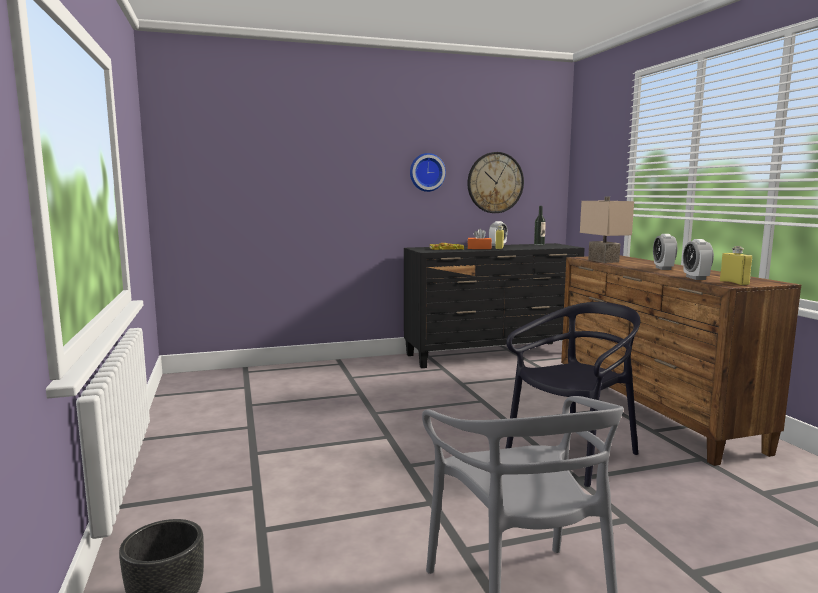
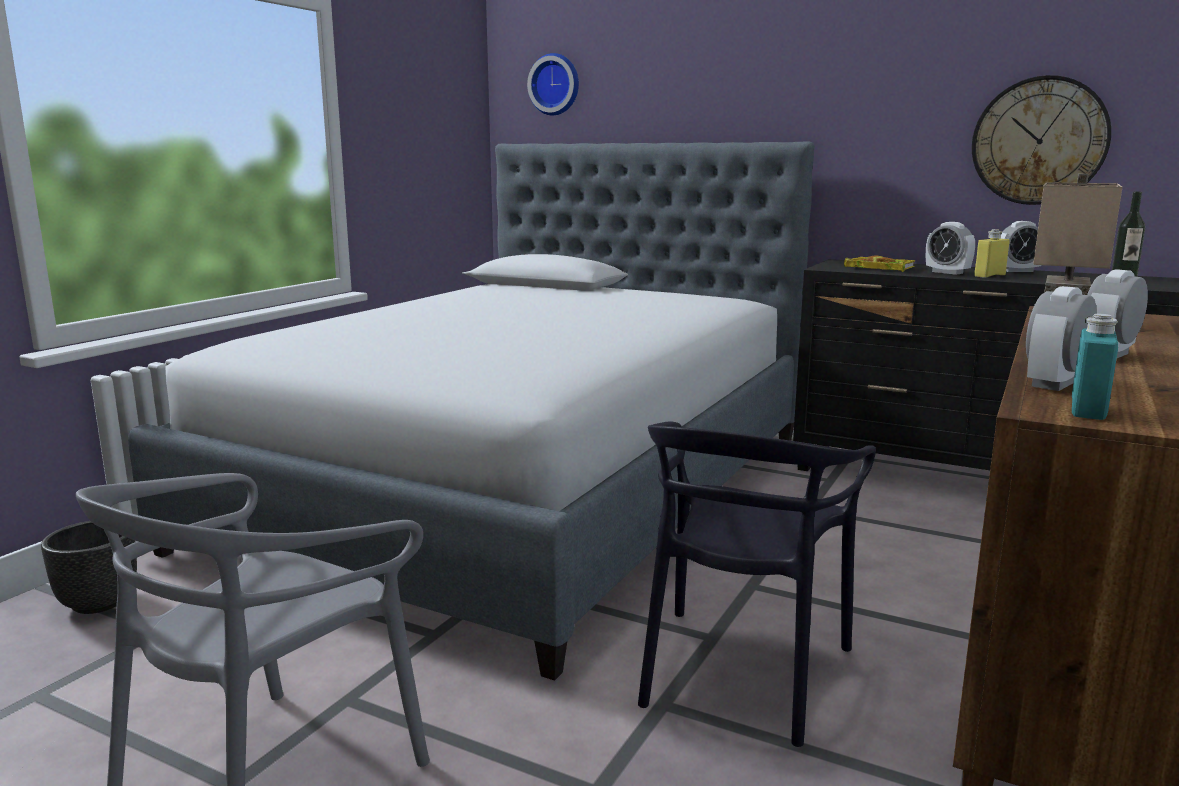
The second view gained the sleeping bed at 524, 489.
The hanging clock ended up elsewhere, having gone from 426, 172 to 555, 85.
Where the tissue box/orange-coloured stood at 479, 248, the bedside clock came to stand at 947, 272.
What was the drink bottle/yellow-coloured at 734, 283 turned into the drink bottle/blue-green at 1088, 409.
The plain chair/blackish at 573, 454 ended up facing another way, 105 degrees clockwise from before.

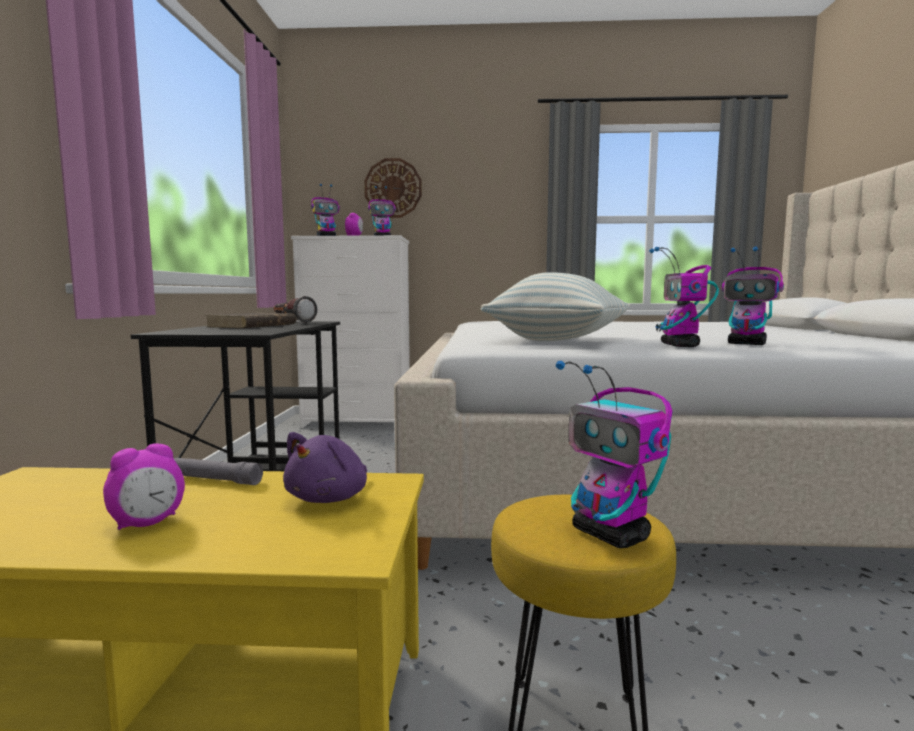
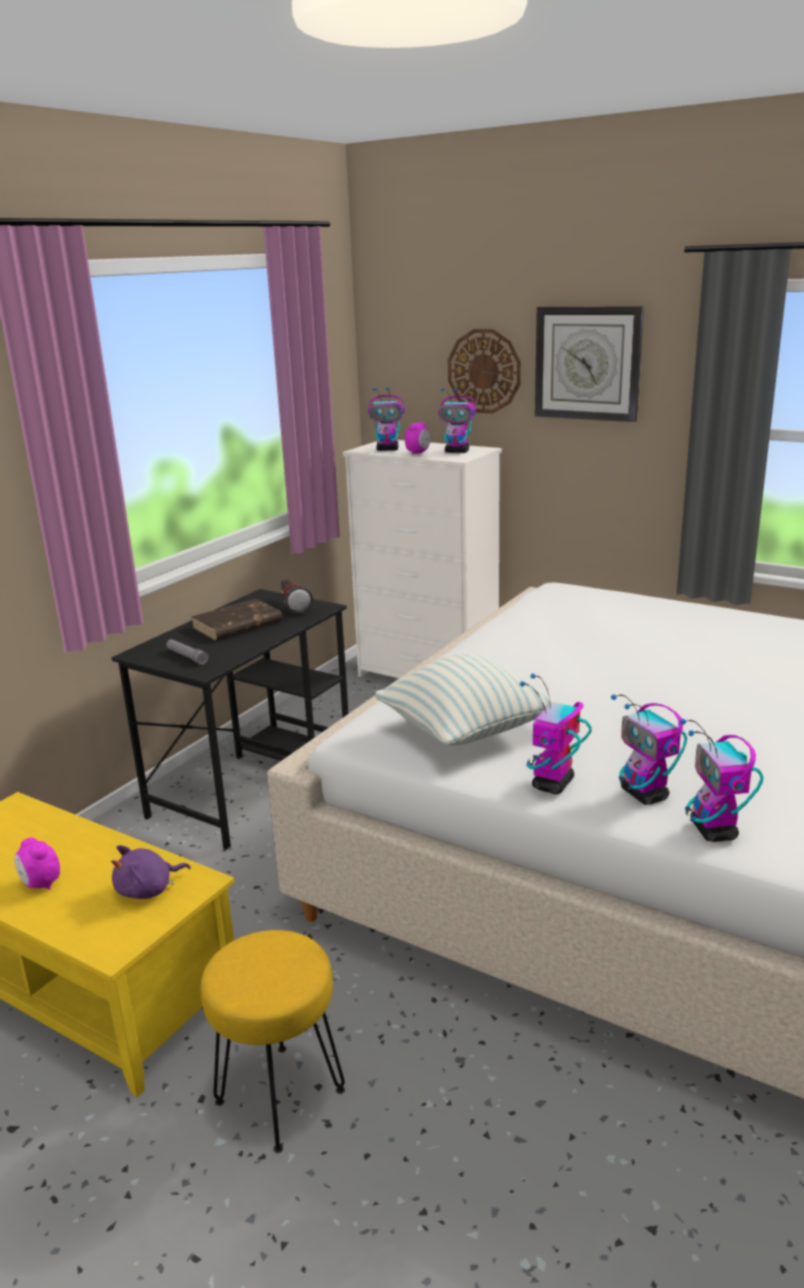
The second view gained the hanging clock at 588, 363.
The torch/grey ended up elsewhere, having gone from 215, 480 to 187, 656.
The robot figure ended up elsewhere, having gone from 612, 535 to 714, 831.
The bedside clock at 148, 523 ended up facing another way, 60 degrees clockwise from before.

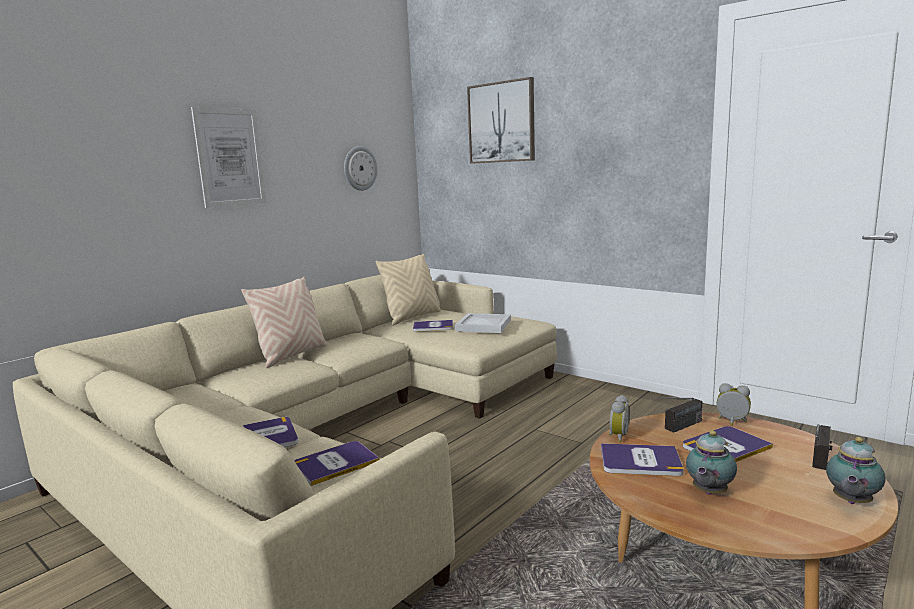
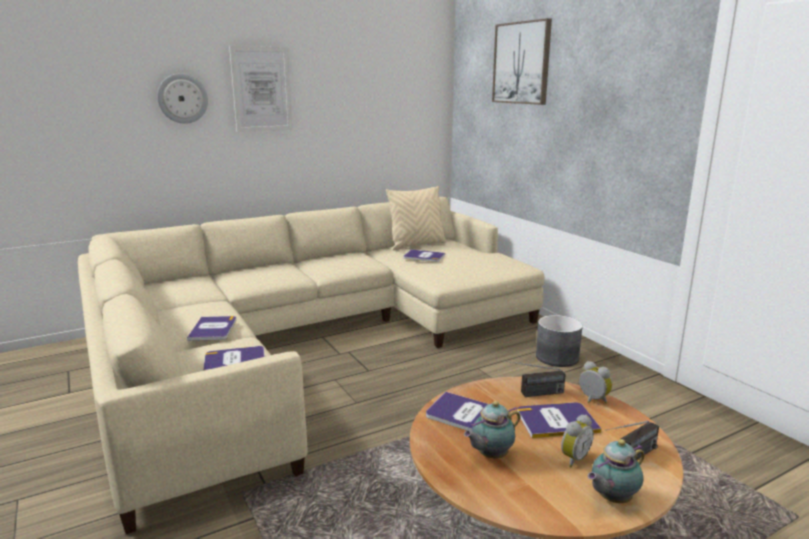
The second view lost the throw pillow/sand-coloured at 292, 355.
The second view lost the serving tray/white at 484, 326.
The second view gained the planter/grey at 557, 357.
The hanging clock ended up elsewhere, having gone from 360, 168 to 182, 98.
The bedside clock ended up elsewhere, having gone from 617, 436 to 573, 458.

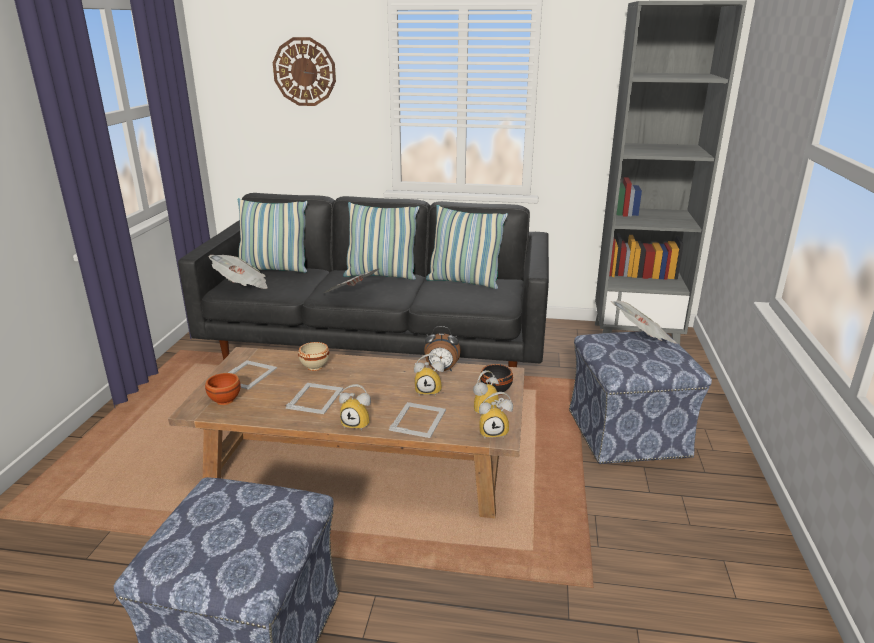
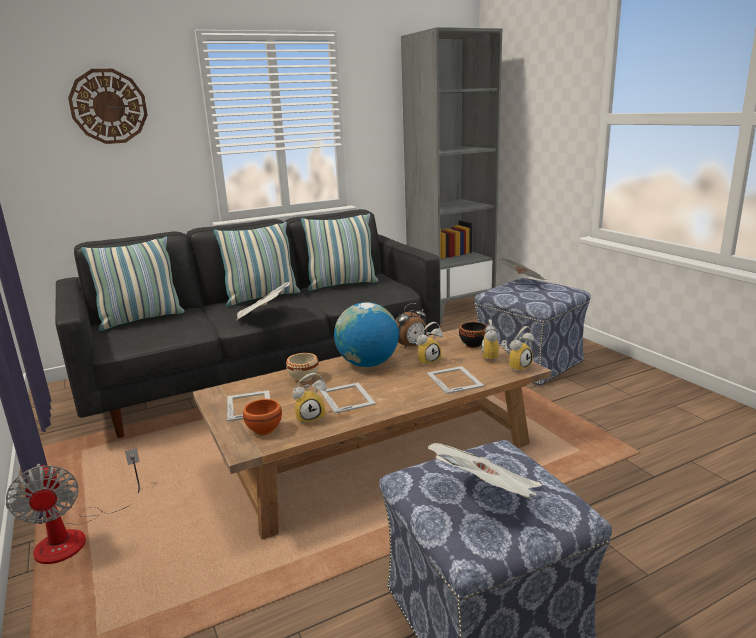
The second view gained the cooling fan at 76, 536.
The second view gained the desk globe at 367, 364.
The newspaper ended up elsewhere, having gone from 242, 285 to 487, 495.
The bedside clock ended up elsewhere, having gone from 358, 423 to 310, 417.

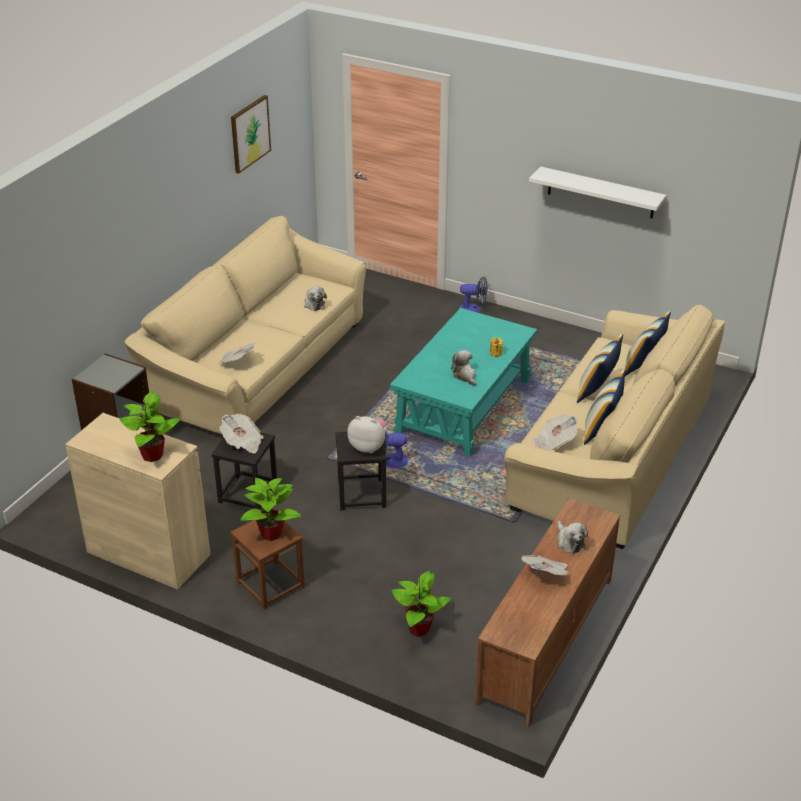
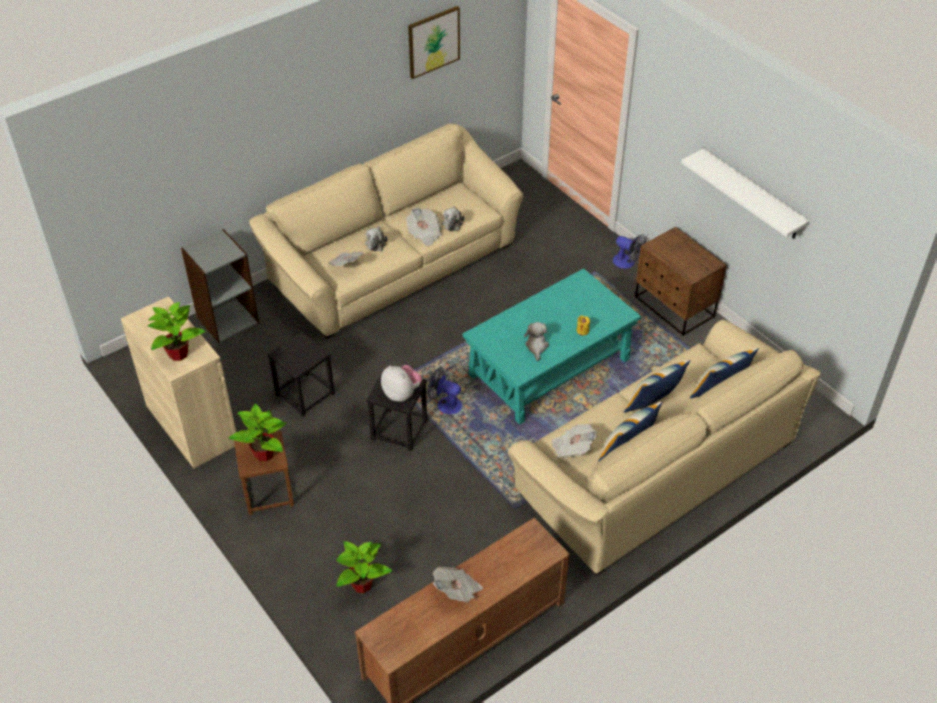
The second view gained the nightstand/brown at 674, 307.
The newspaper ended up elsewhere, having gone from 242, 442 to 424, 234.
The cuddly toy ended up elsewhere, having gone from 569, 542 to 376, 242.

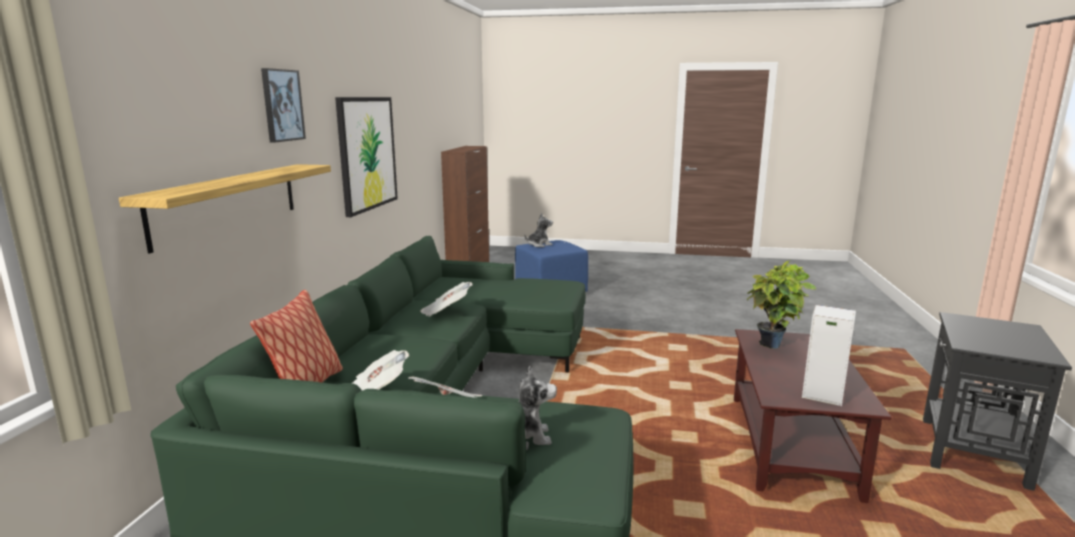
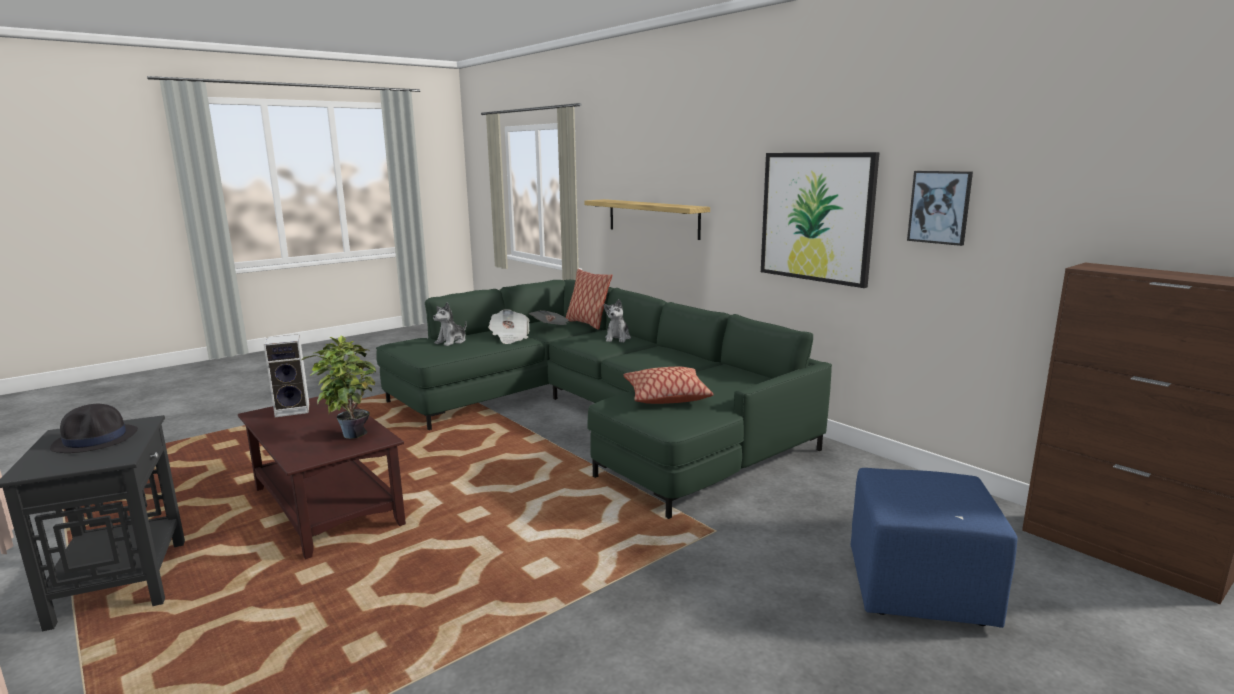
The second view lost the newspaper at 446, 312.
The second view gained the hat/blackish at 96, 440.
The second view gained the throw pillow at 666, 396.
The wall picture ended up elsewhere, having gone from 282, 105 to 940, 207.
The cuddly toy ended up elsewhere, having gone from 539, 245 to 618, 338.

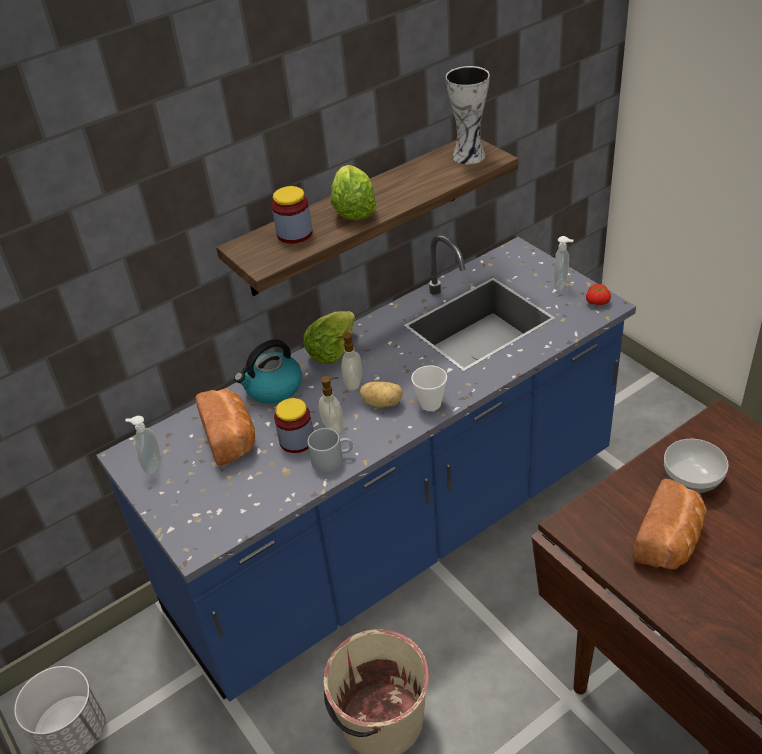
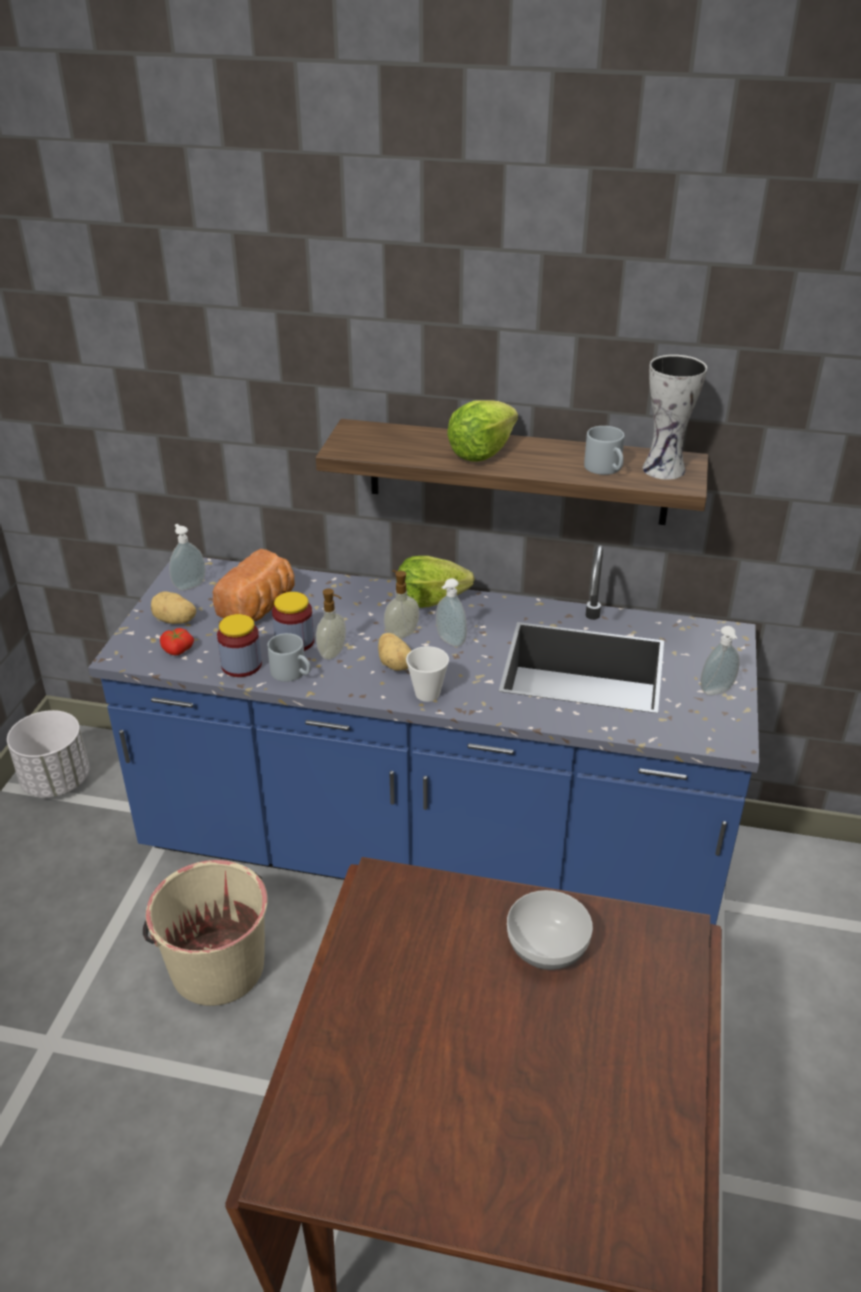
The second view lost the kettle at 273, 388.
The second view lost the bread at 670, 542.
The second view gained the whole potato at 175, 621.
The second view gained the soap dispenser at 449, 642.
The second view gained the mug/grey at 606, 469.
The preserve jar ended up elsewhere, having gone from 294, 233 to 241, 665.
The whole tomato ended up elsewhere, having gone from 598, 302 to 177, 651.

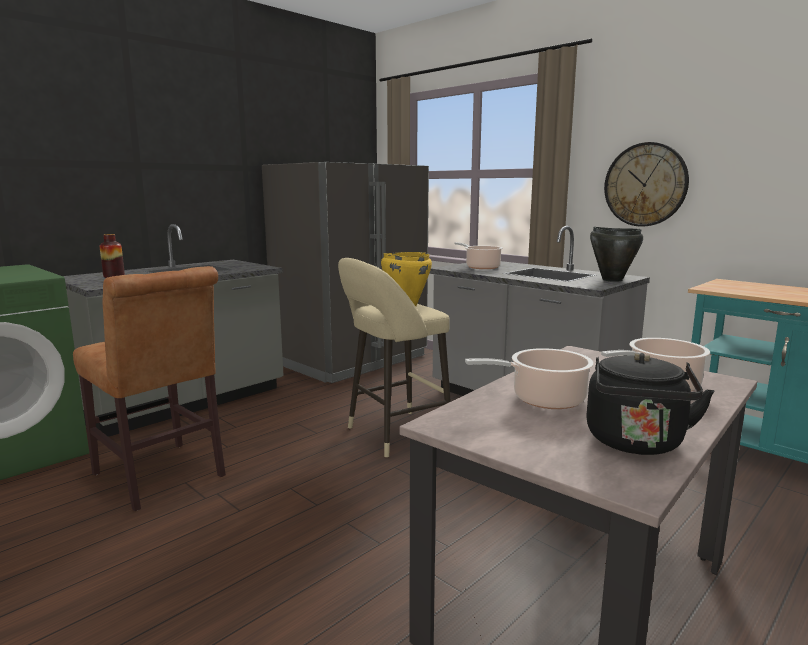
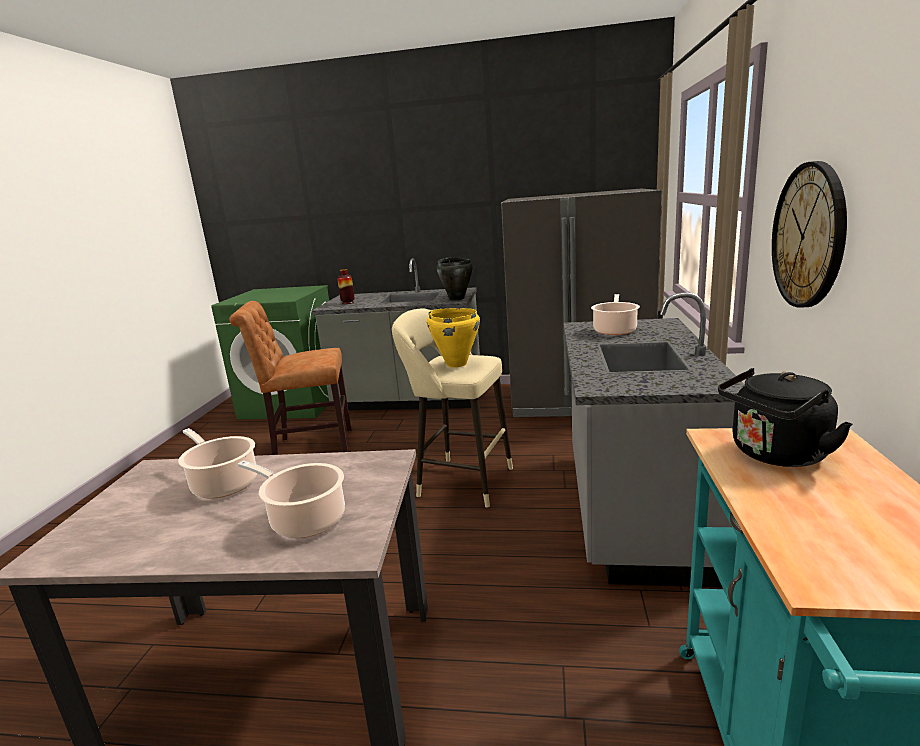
The kettle/blackish ended up elsewhere, having gone from 636, 444 to 775, 455.
The stockpot/blackish ended up elsewhere, having gone from 611, 280 to 457, 298.
The plain chair/brown at 162, 477 ended up facing another way, 75 degrees clockwise from before.

